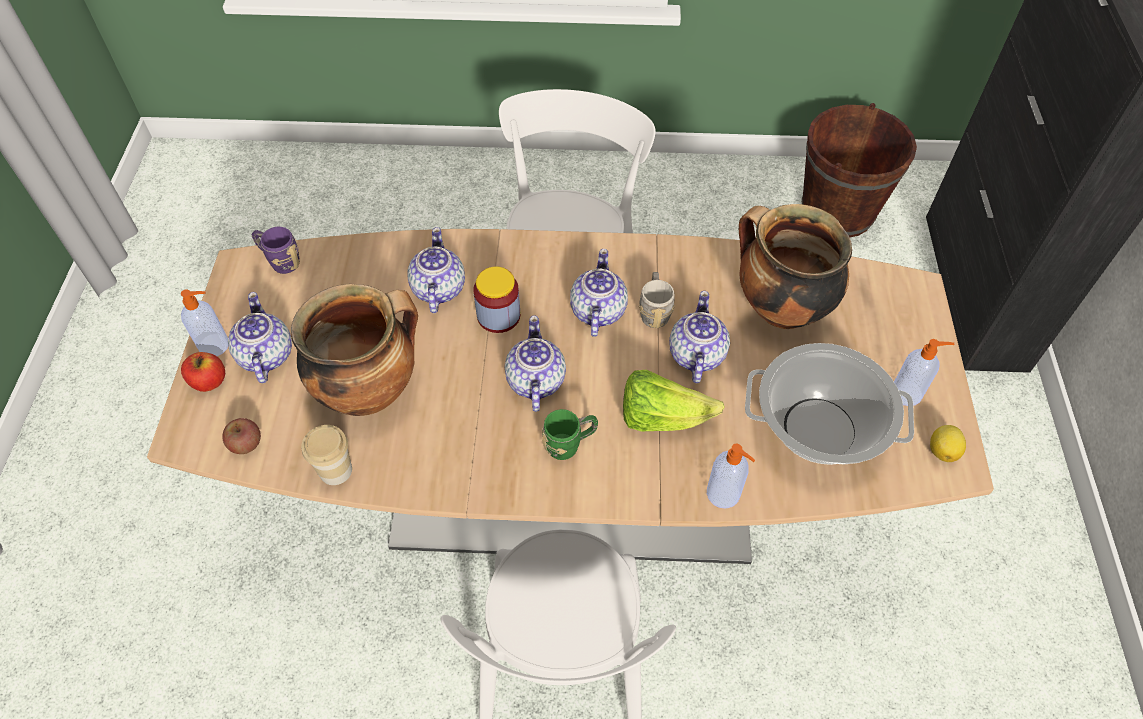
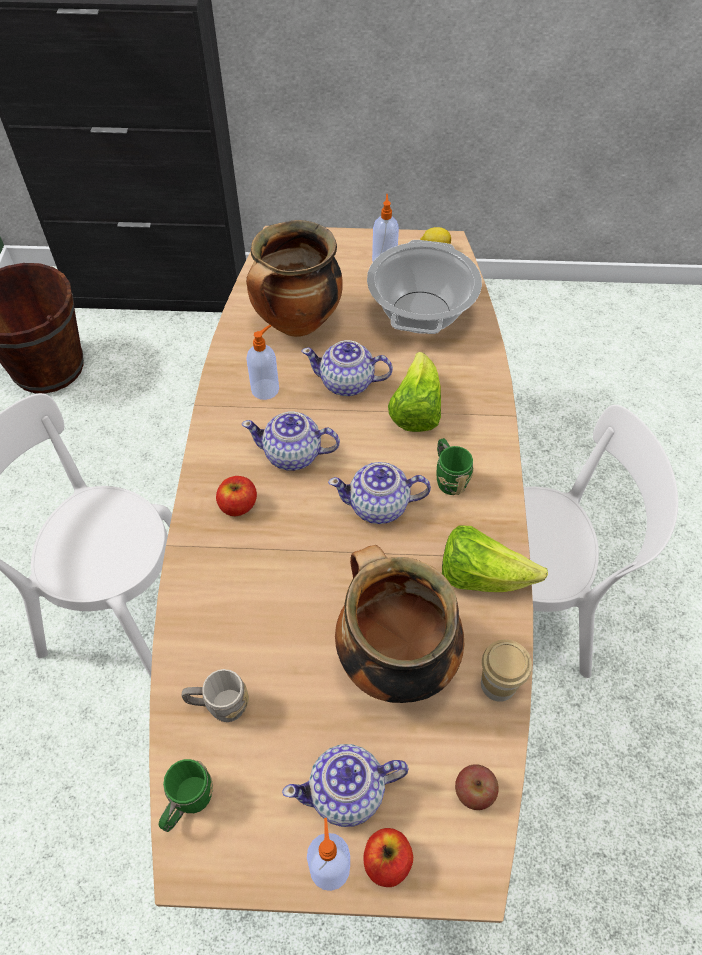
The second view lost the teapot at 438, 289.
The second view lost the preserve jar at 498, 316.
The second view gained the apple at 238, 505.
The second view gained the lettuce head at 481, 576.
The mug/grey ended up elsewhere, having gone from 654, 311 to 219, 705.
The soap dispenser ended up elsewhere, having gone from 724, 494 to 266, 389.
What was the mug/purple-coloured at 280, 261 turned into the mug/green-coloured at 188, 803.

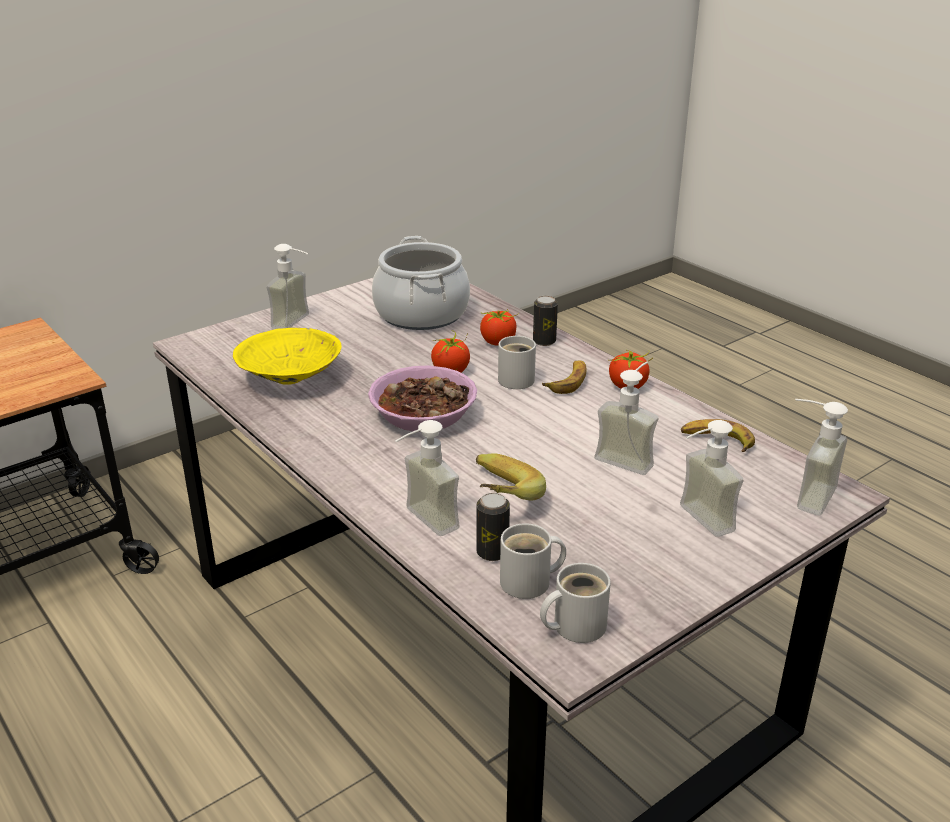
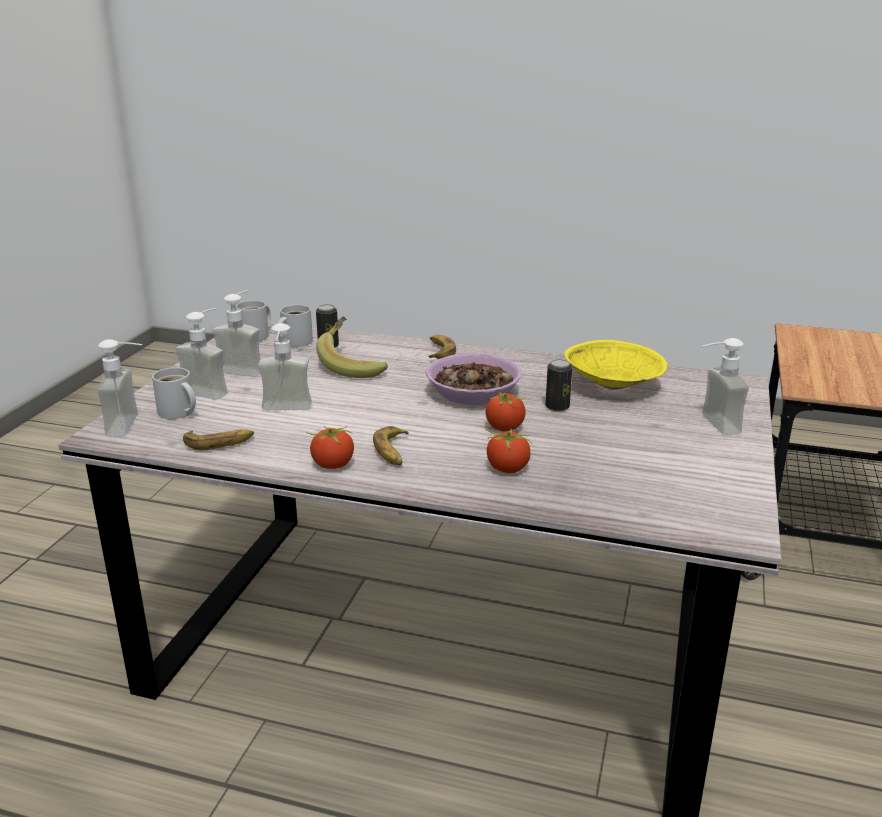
The second view lost the stockpot at 422, 313.
The second view gained the whole banana at 439, 351.
The soap dispenser ended up elsewhere, having gone from 421, 523 to 245, 368.
The mug/white ended up elsewhere, having gone from 516, 378 to 177, 412.
The can ended up elsewhere, having gone from 544, 341 to 557, 407.

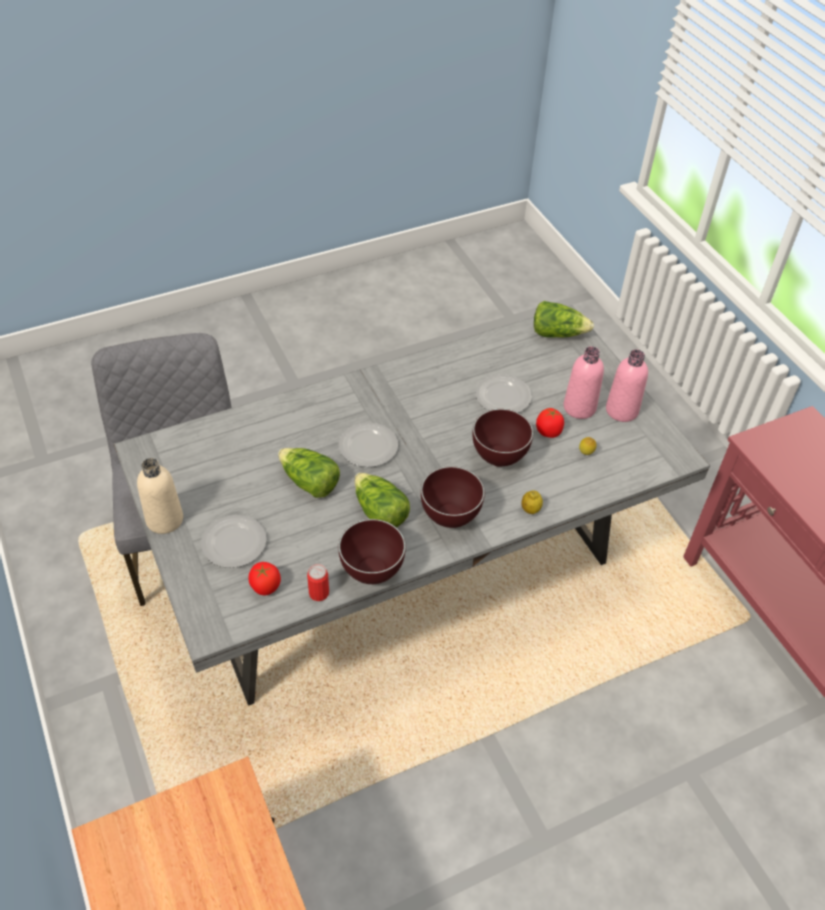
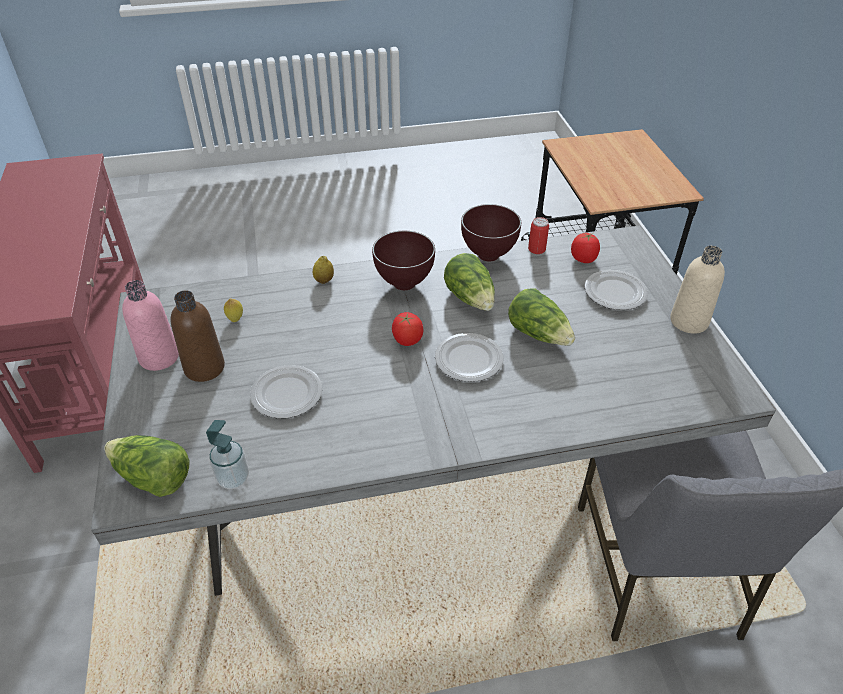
The second view lost the bowl/brown at 498, 460.
The second view gained the soap dispenser at 233, 478.
The whole tomato ended up elsewhere, having gone from 548, 432 to 407, 340.
What was the drink bottle/pinkish at 579, 407 turned into the drink bottle/brown at 204, 368.

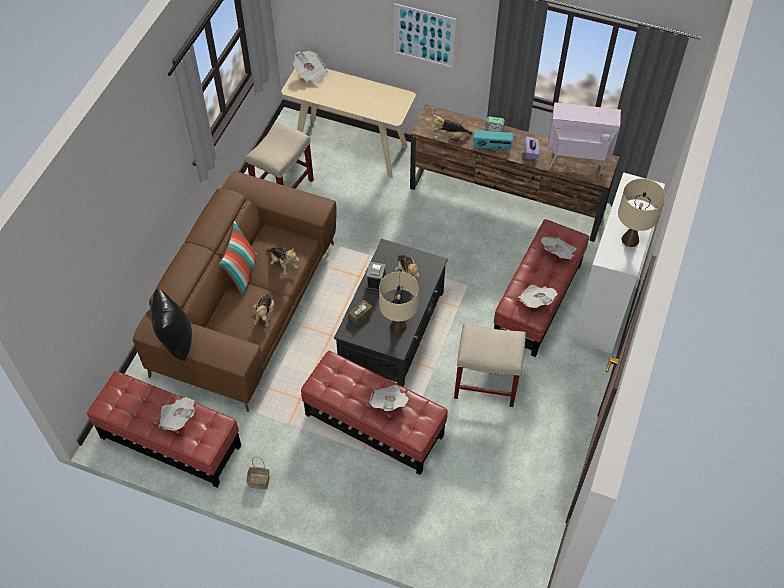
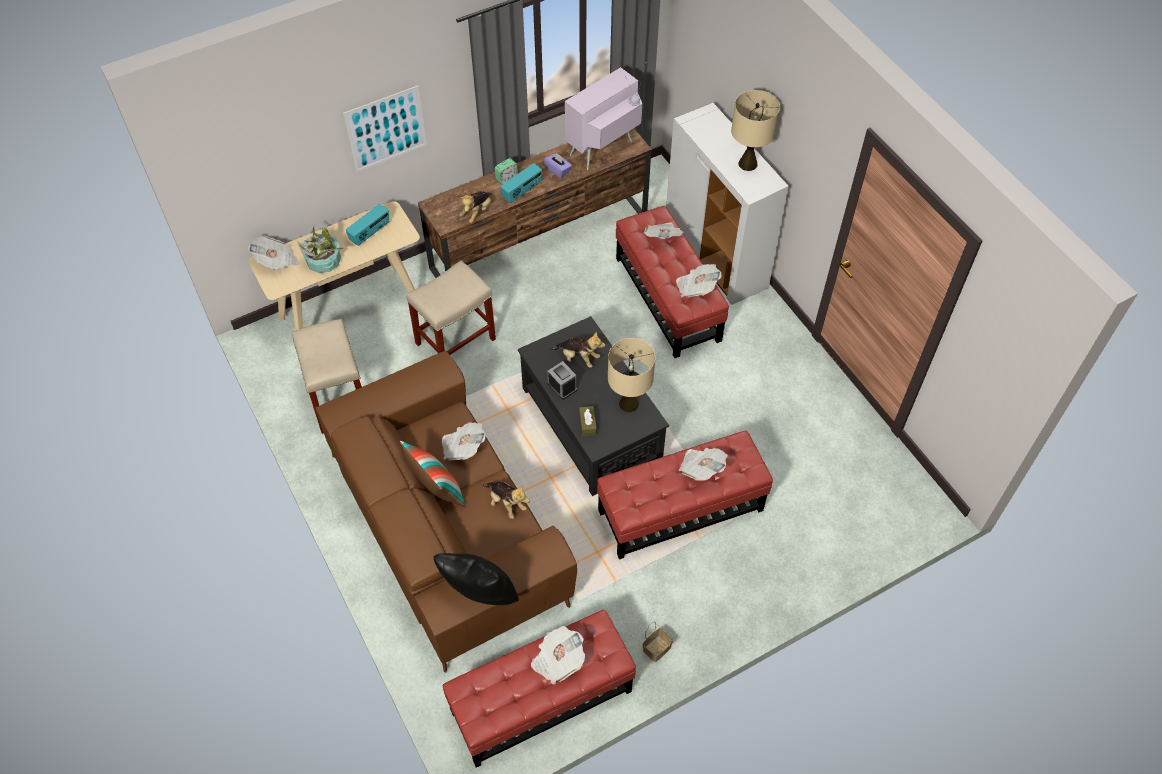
The second view gained the plant in a pot at 324, 261.
The second view gained the radio set at 370, 233.
The sitting stool/sand-coloured ended up elsewhere, having gone from 487, 383 to 456, 340.
Where the cuddly toy stood at 283, 264, the newspaper came to stand at 463, 447.

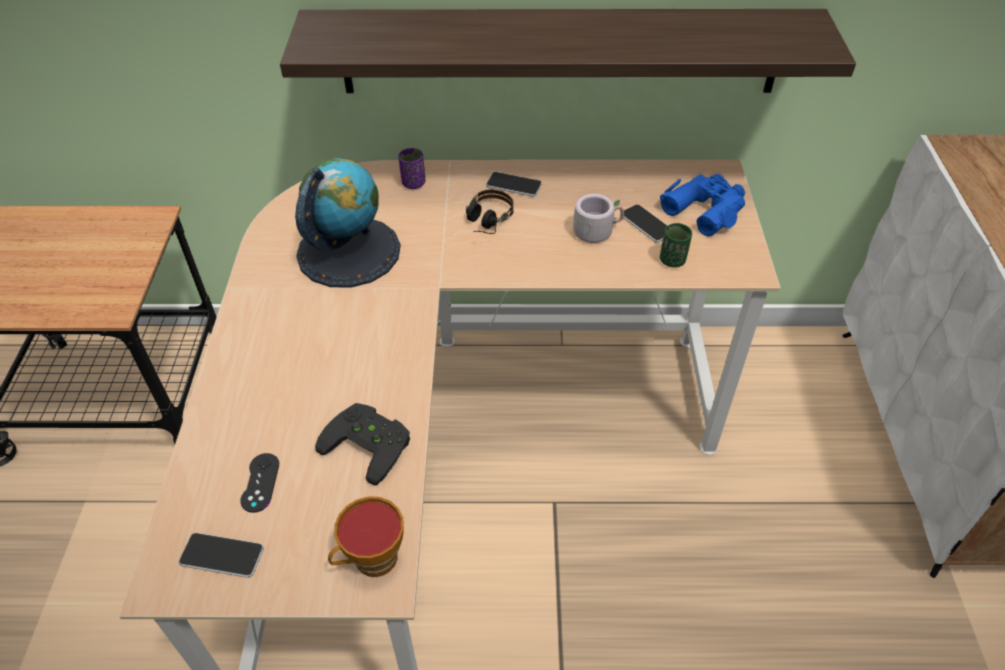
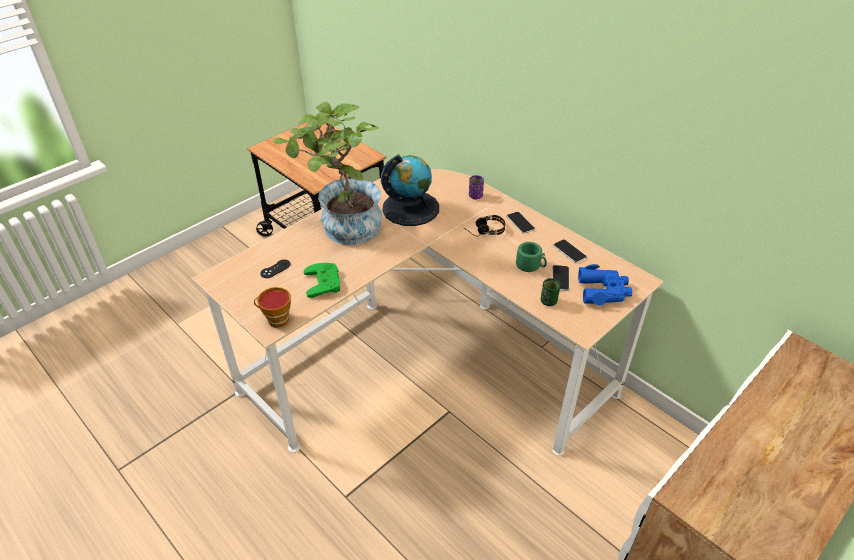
The second view lost the bracket shelf at 560, 51.
The second view gained the plant in a pot at 343, 229.
The handset ended up elsewhere, having gone from 222, 556 to 569, 252.
What was the gamepad/blackish at 371, 442 turned into the gamepad/green-coloured at 325, 282.
What was the mug/grey at 596, 230 turned into the mug/green-coloured at 531, 265.

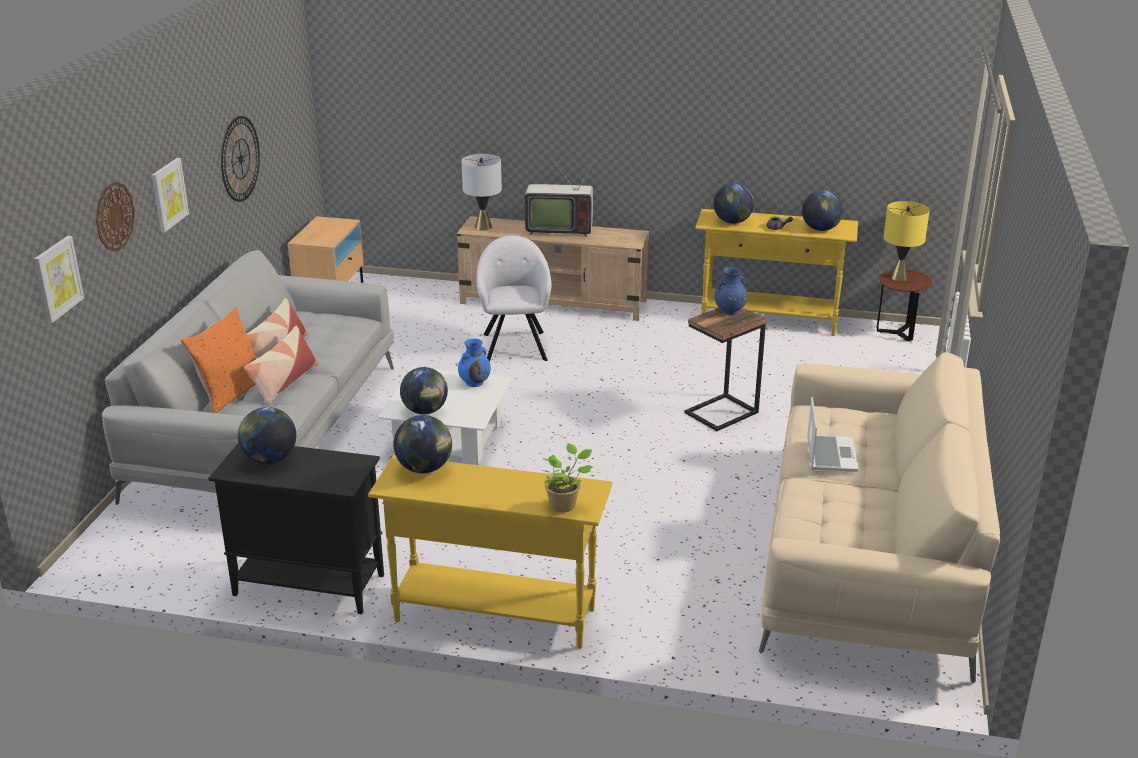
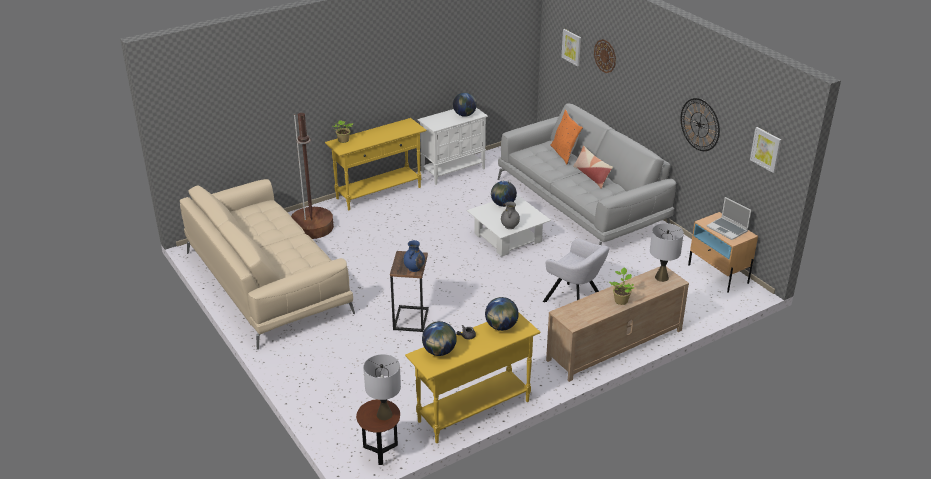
The second view lost the throw pillow at 284, 383.
The second view lost the desk globe at 424, 468.
The second view gained the standing lamp/brown at 312, 227.
The wall picture ended up elsewhere, having gone from 168, 194 to 766, 149.
The portable computer ended up elsewhere, having gone from 830, 455 to 727, 229.
Where the TV stood at 558, 229, the plant in a pot came to stand at 621, 300.
What was the cupboard/blackish at 307, 585 turned into the cupboard/white at 453, 171.
What was the flower vase/blue at 475, 382 turned into the flower vase/grey at 510, 226.
What was the lamp for a table/yellow-coloured at 898, 277 turned into the lamp for a table/grey at 384, 414.

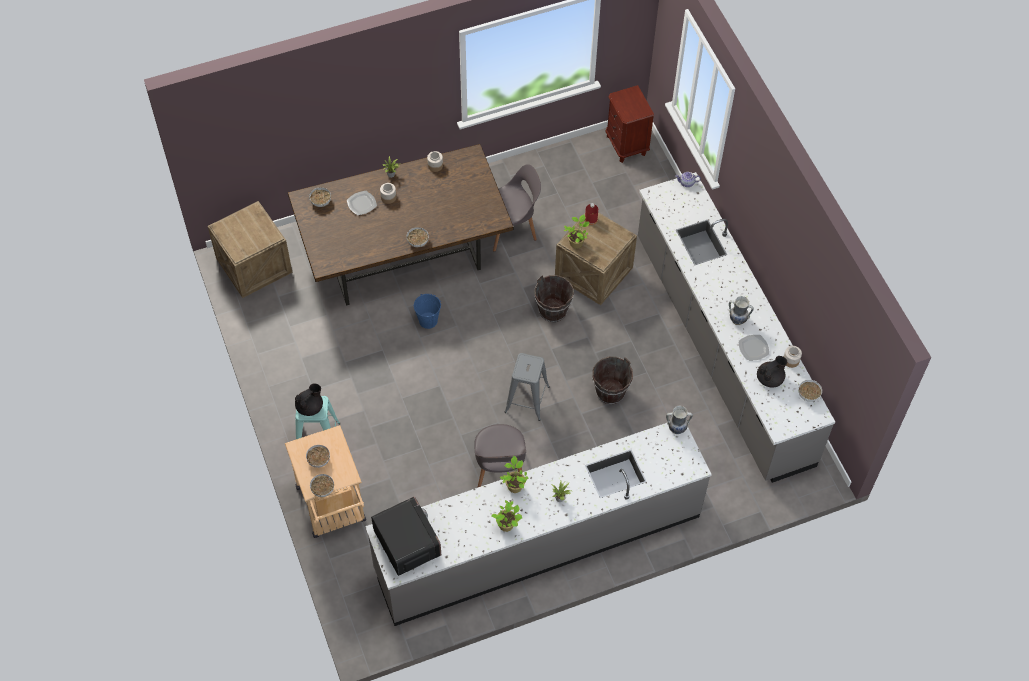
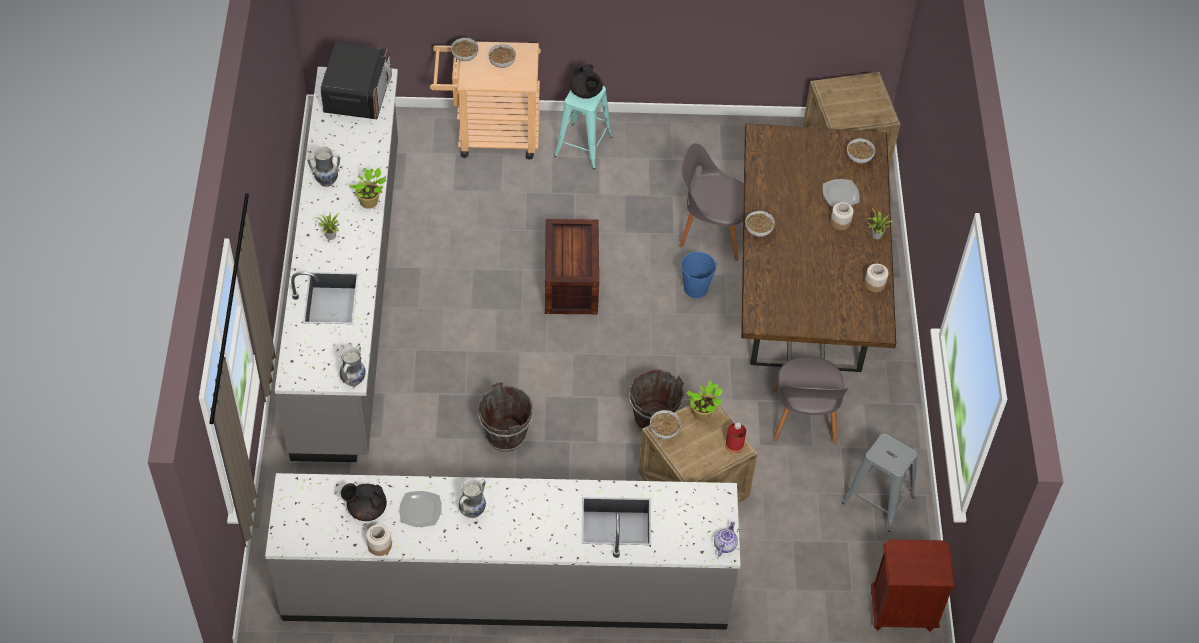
The second view gained the packing crate at 571, 283.
The plain chair/grey ended up elsewhere, having gone from 500, 470 to 712, 231.
The sitting stool/grey ended up elsewhere, having gone from 527, 399 to 878, 500.
The bowl ended up elsewhere, having gone from 808, 395 to 664, 430.
Where the plant in a pot stood at 507, 525, the flower vase came to stand at 326, 180.
The kitchen microwave at 407, 543 ended up facing another way, 75 degrees counterclockwise from before.
The teapot/blackish at 770, 378 ended up facing another way, 105 degrees clockwise from before.

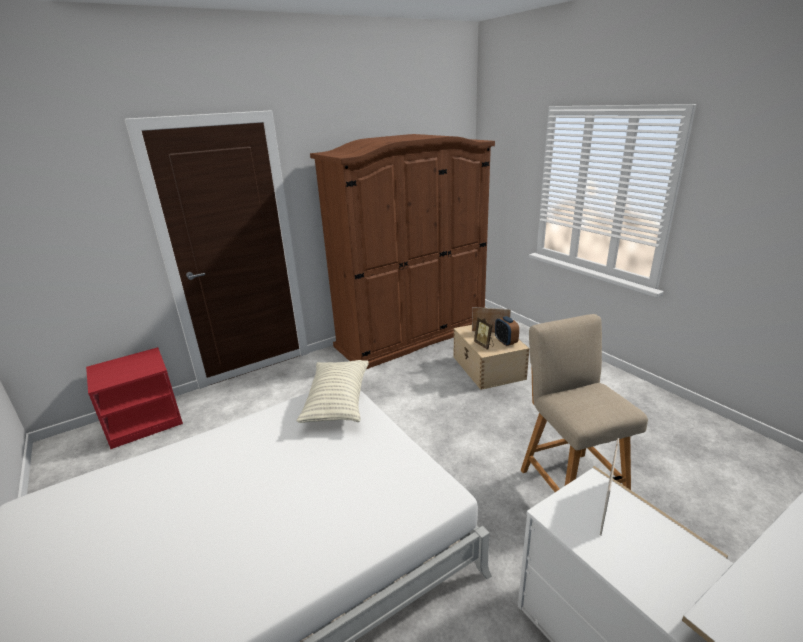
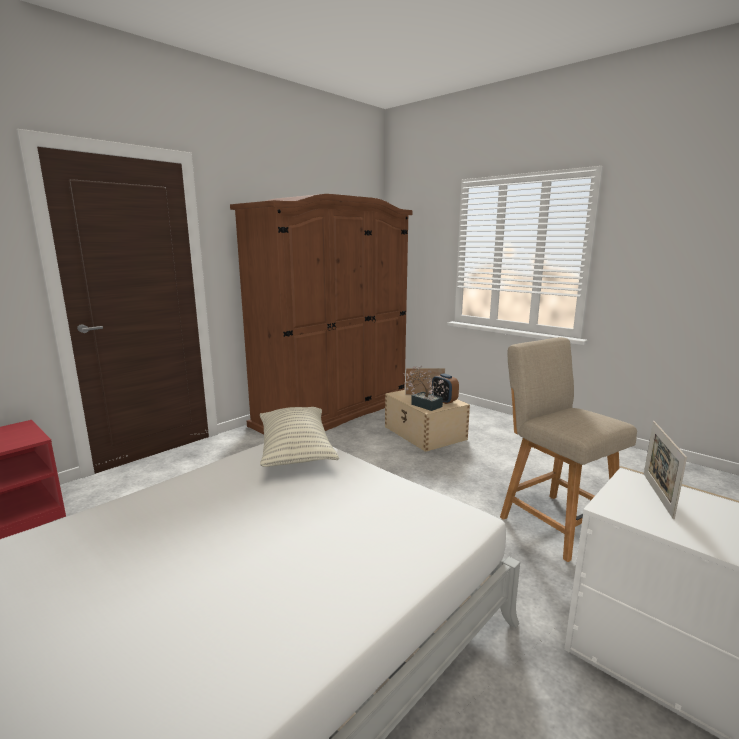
Where the photo frame stood at 484, 345, the plant in a pot came to stand at 424, 404.

